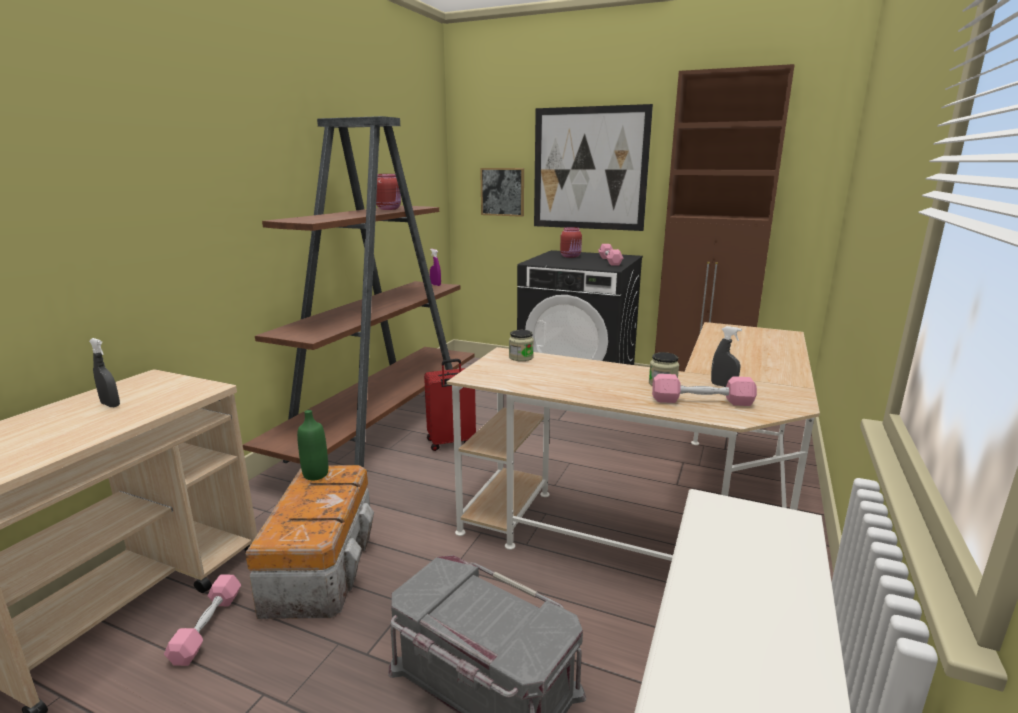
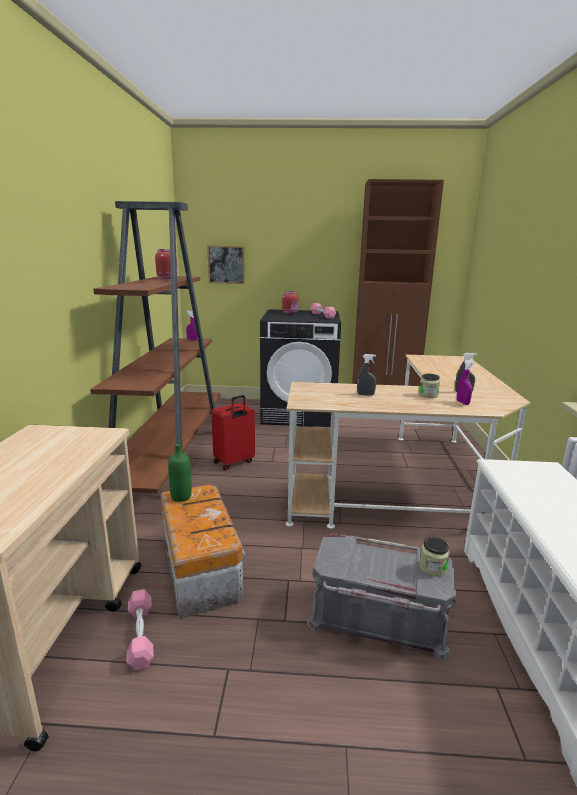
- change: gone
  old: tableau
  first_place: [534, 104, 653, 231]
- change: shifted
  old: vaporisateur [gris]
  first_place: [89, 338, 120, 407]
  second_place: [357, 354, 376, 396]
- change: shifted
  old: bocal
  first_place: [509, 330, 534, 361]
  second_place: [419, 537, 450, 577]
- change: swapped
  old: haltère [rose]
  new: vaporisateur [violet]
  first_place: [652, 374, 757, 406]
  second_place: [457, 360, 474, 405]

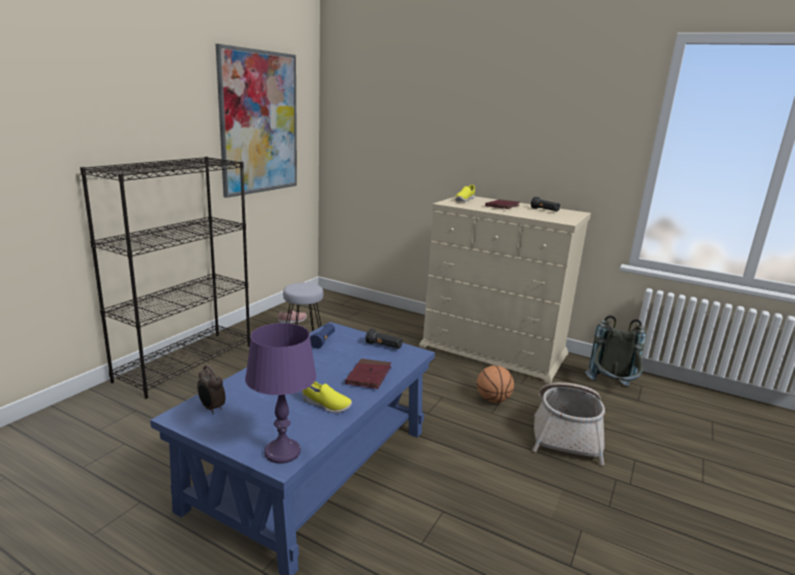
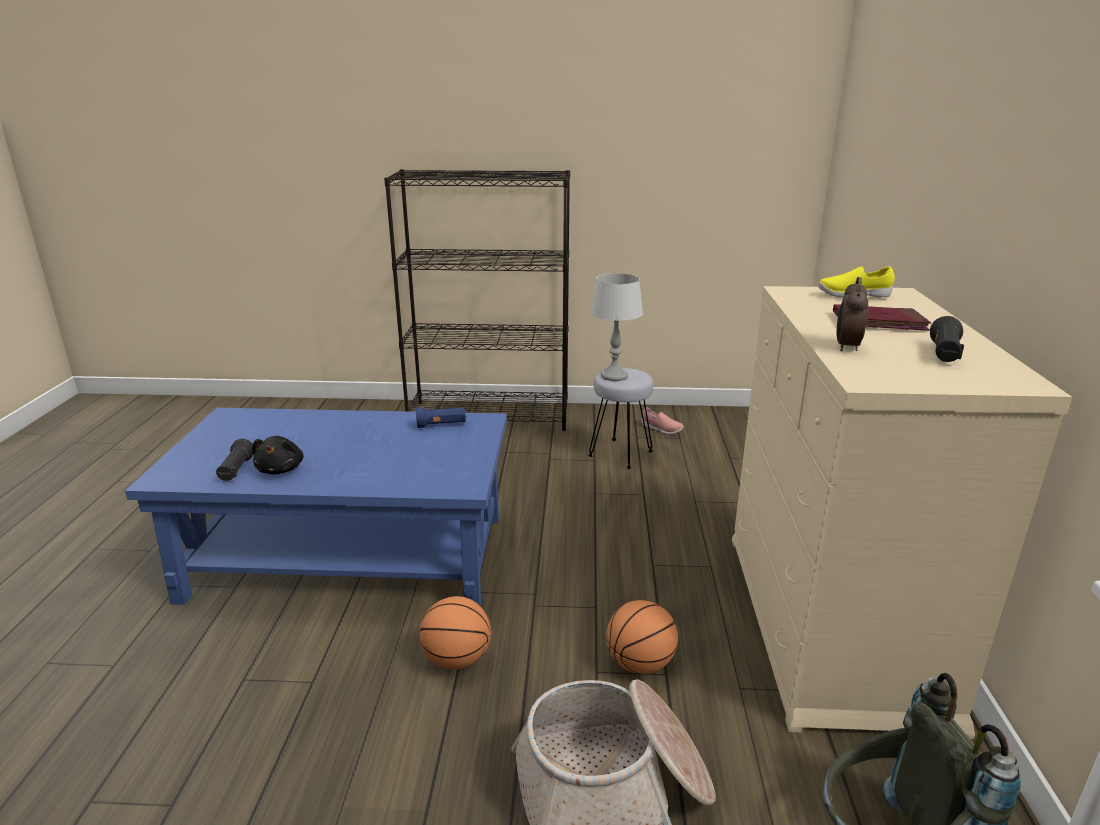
- change: gone
  old: tableau
  first_place: [216, 44, 297, 198]
- change: gone
  old: lampe de table [violet]
  first_place: [245, 323, 317, 464]
- change: gone
  old: livre [rouge]
  first_place: [345, 358, 391, 389]
- change: new
  new: ballon de basket
  second_place: [419, 596, 491, 670]
- change: new
  new: lampe de table [gris]
  second_place: [590, 273, 643, 381]
- change: shifted
  old: réveil
  first_place: [197, 365, 226, 414]
  second_place: [836, 277, 868, 351]
- change: shifted
  old: lampe de poche [noir]
  first_place: [365, 329, 403, 349]
  second_place: [216, 439, 253, 481]
- change: swapped
  old: chaussure [jaune]
  new: peluche [noir]
  first_place: [302, 381, 352, 413]
  second_place: [252, 436, 304, 475]

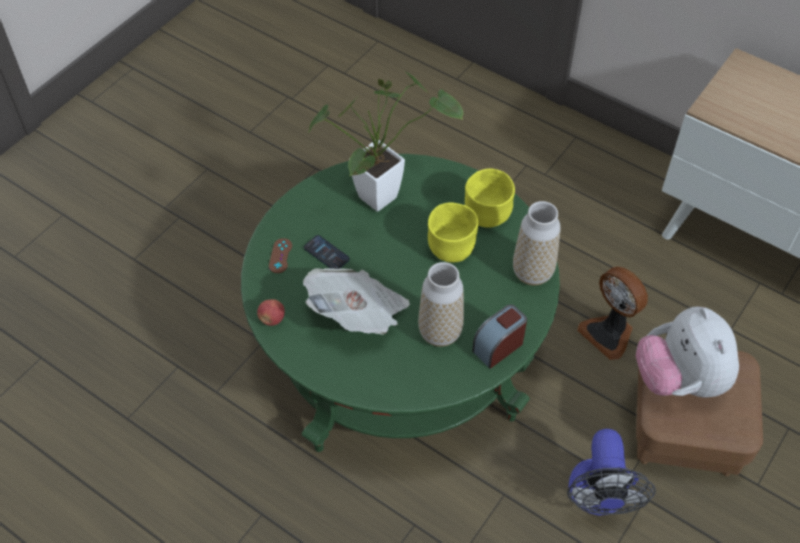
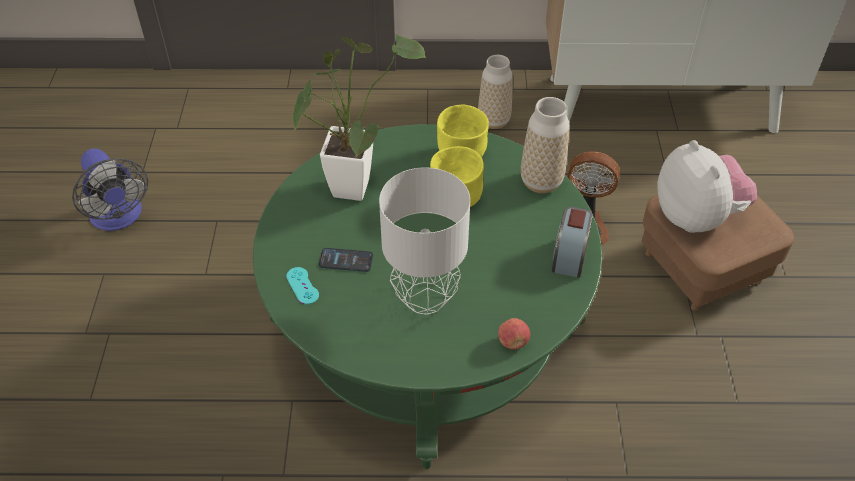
- change: shifted
  old: pomme
  first_place: [257, 299, 285, 326]
  second_place: [498, 318, 530, 350]
- change: shifted
  old: vase
  first_place: [418, 262, 464, 347]
  second_place: [478, 55, 513, 129]
- change: shifted
  old: ventilateur
  first_place: [567, 429, 656, 516]
  second_place: [72, 148, 148, 231]
- change: swapped
  old: journal
  new: lampe de table [gris]
  first_place: [303, 268, 410, 335]
  second_place: [379, 168, 470, 315]
- change: repainted
  old: manette [marron]
  new: manette [turquoise]
  first_place: [269, 238, 292, 273]
  second_place: [286, 267, 319, 304]
- change: rotated
  old: peluche
  first_place: [636, 306, 739, 398]
  second_place: [657, 140, 757, 233]
  degrees: -150

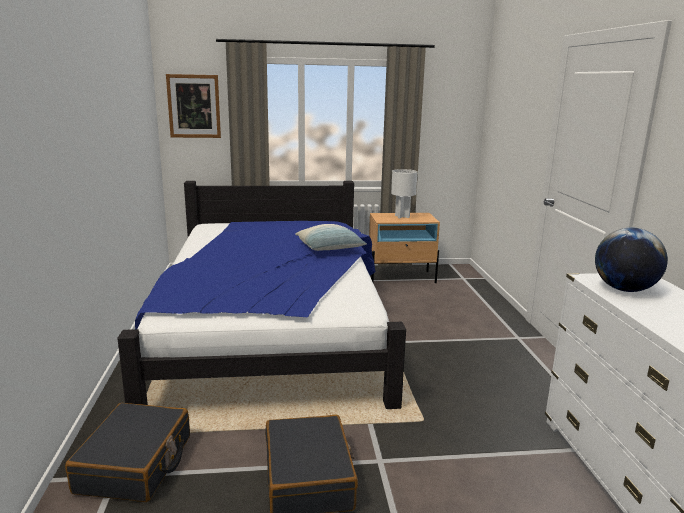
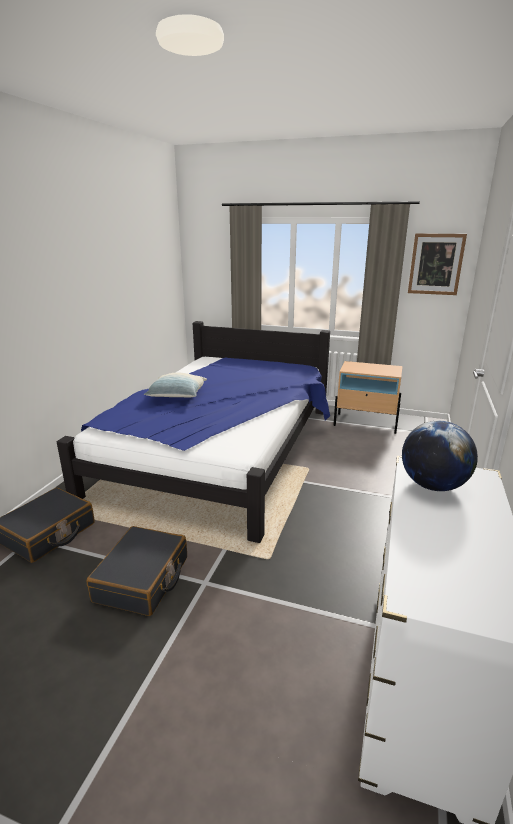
- change: gone
  old: lampe de table [blanc]
  first_place: [391, 169, 417, 218]
- change: shifted
  old: tableau
  first_place: [166, 74, 221, 138]
  second_place: [408, 233, 467, 295]
- change: shifted
  old: coussin
  first_place: [295, 224, 367, 251]
  second_place: [144, 373, 207, 398]

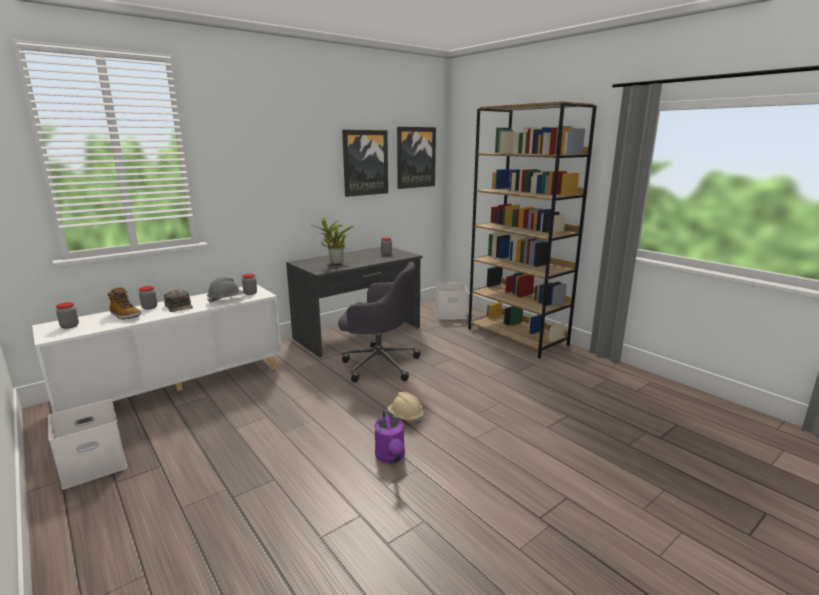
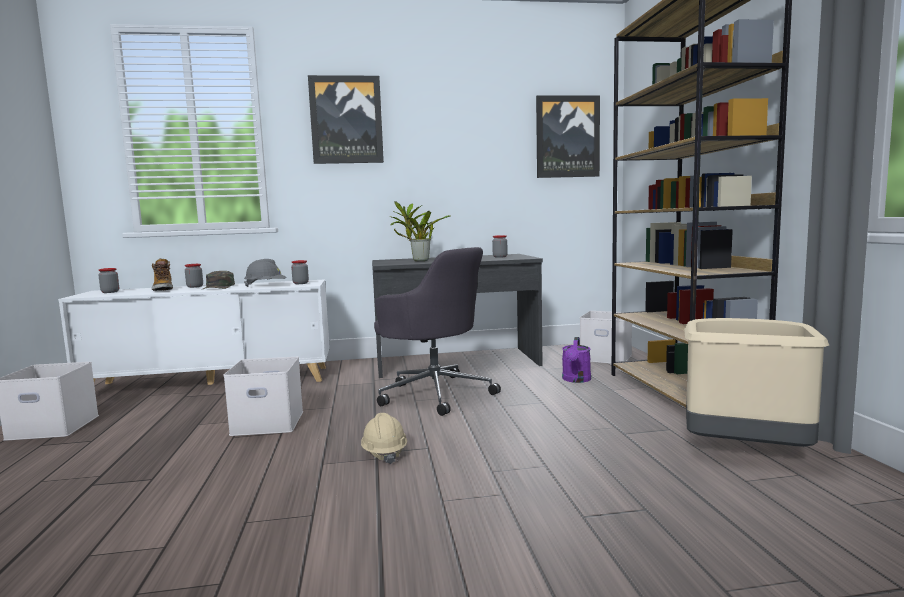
- change: new
  new: boîte de rangement [blanc]
  second_place: [224, 357, 303, 436]
- change: new
  new: poubelle [beige]
  second_place: [684, 318, 829, 447]
- change: shifted
  old: tableau
  first_place: [342, 130, 388, 197]
  second_place: [308, 75, 384, 164]
- change: shifted
  old: arrosoir [violet]
  first_place: [374, 409, 405, 463]
  second_place: [562, 337, 591, 383]

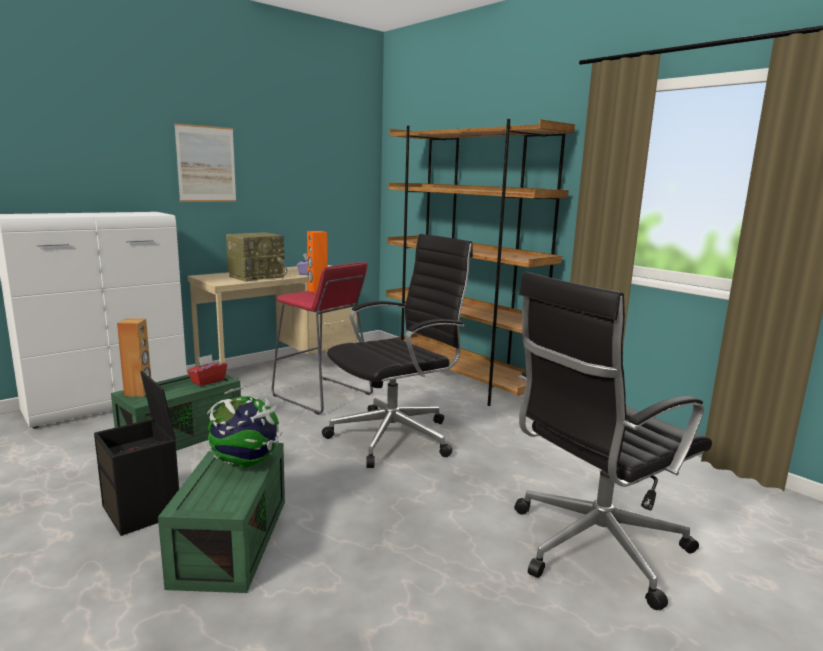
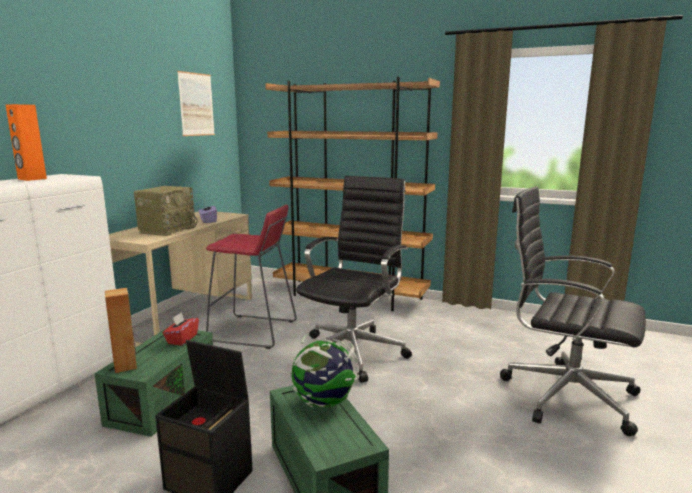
- change: shifted
  old: tableau
  first_place: [174, 123, 236, 202]
  second_place: [177, 71, 215, 136]
- change: shifted
  old: enceinte [orange]
  first_place: [307, 231, 328, 293]
  second_place: [6, 104, 47, 181]
- change: rotated
  old: chaise de bureau [noir]
  first_place: [514, 272, 712, 610]
  second_place: [500, 186, 646, 436]
  degrees: 90

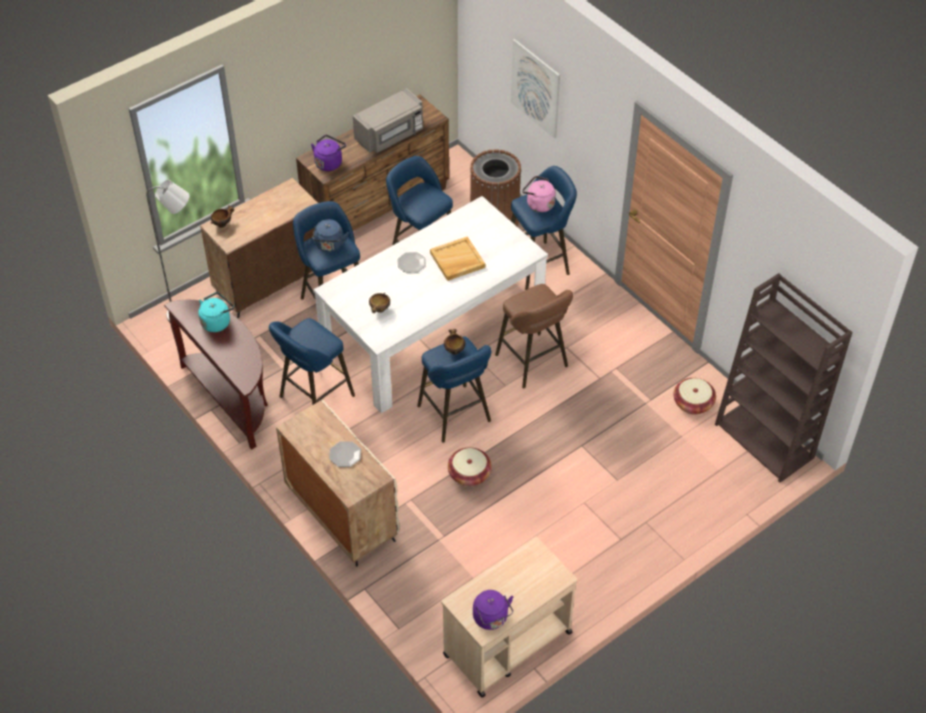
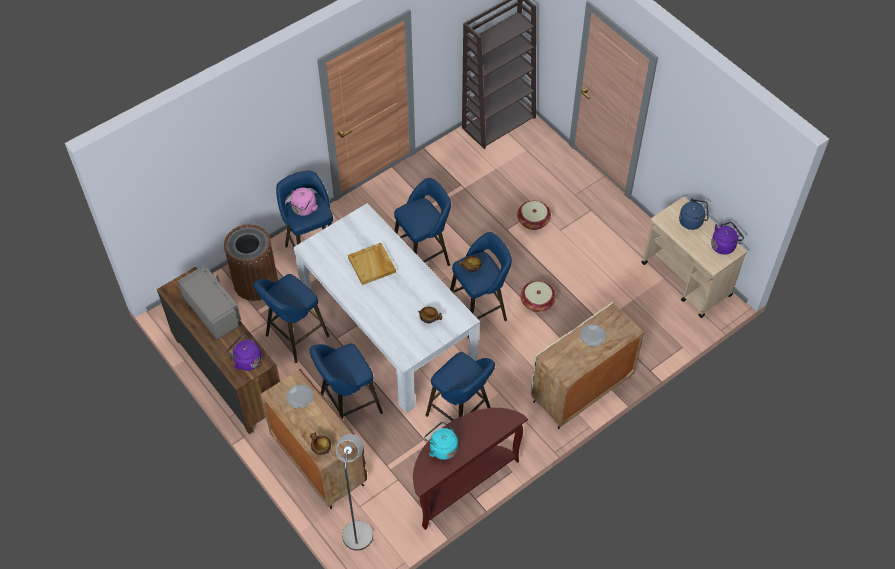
- change: gone
  old: tableau
  first_place: [511, 39, 560, 139]
- change: shifted
  old: bouilloire [bleu]
  first_place: [313, 219, 349, 252]
  second_place: [679, 198, 708, 230]
- change: shifted
  old: assiette
  first_place: [397, 252, 426, 273]
  second_place: [286, 385, 313, 408]
- change: shifted
  old: panier
  first_place: [673, 378, 716, 415]
  second_place: [517, 201, 551, 230]
- change: repainted
  old: tabouret [marron]
  new: tabouret [bleu]
  first_place: [495, 284, 573, 388]
  second_place: [394, 178, 451, 266]

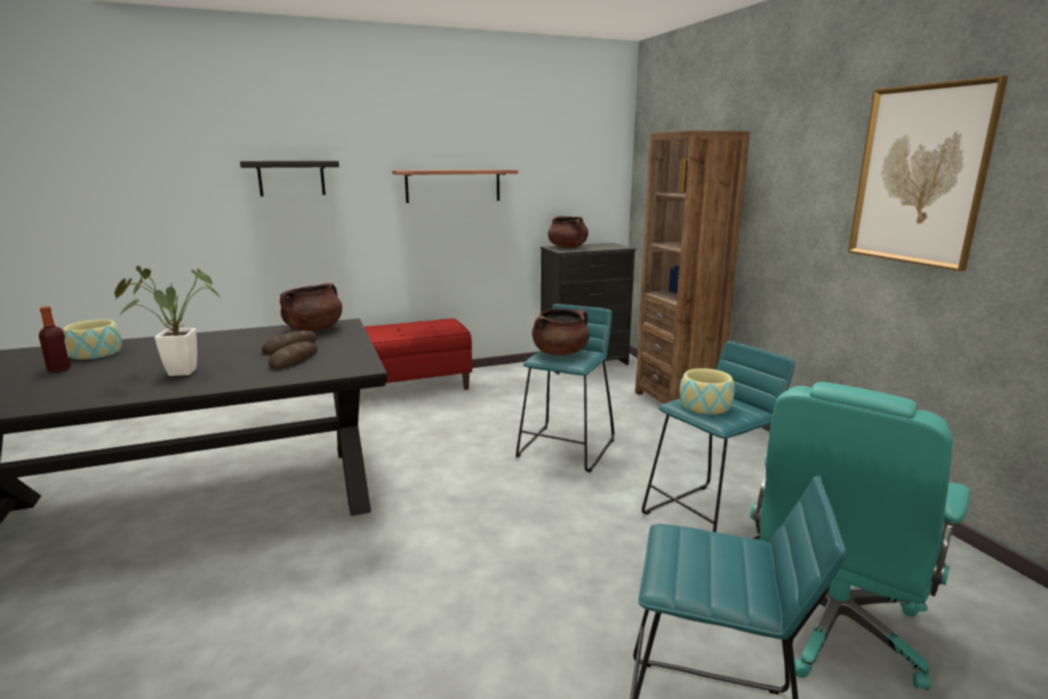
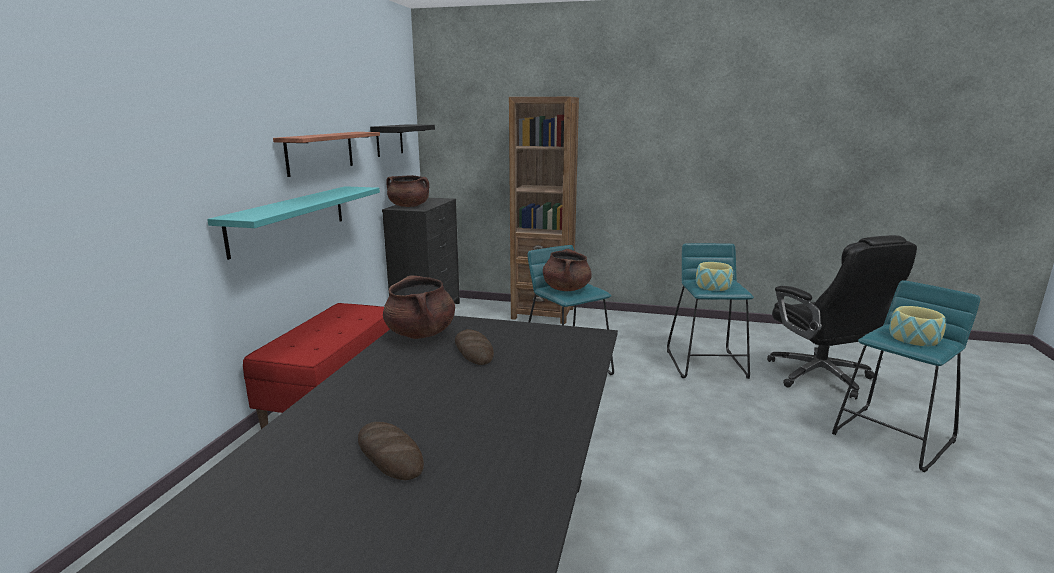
- change: gone
  old: bouteille
  first_place: [39, 306, 71, 372]
- change: gone
  old: plante en pot
  first_place: [114, 266, 220, 376]
- change: gone
  old: tableau
  first_place: [848, 75, 1008, 271]
- change: new
  new: étagère [turquoise]
  second_place: [207, 186, 380, 260]
- change: shifted
  old: bol
  first_place: [63, 319, 122, 359]
  second_place: [890, 306, 946, 346]
- change: shifted
  old: étagère [noir]
  first_place: [240, 161, 339, 196]
  second_place: [370, 125, 435, 157]
- change: shifted
  old: pain
  first_place: [268, 341, 318, 369]
  second_place: [358, 422, 424, 480]
- change: repainted
  old: chaise de bureau [turquoise]
  new: chaise de bureau [noir]
  first_place: [750, 382, 971, 691]
  second_place: [767, 235, 917, 400]

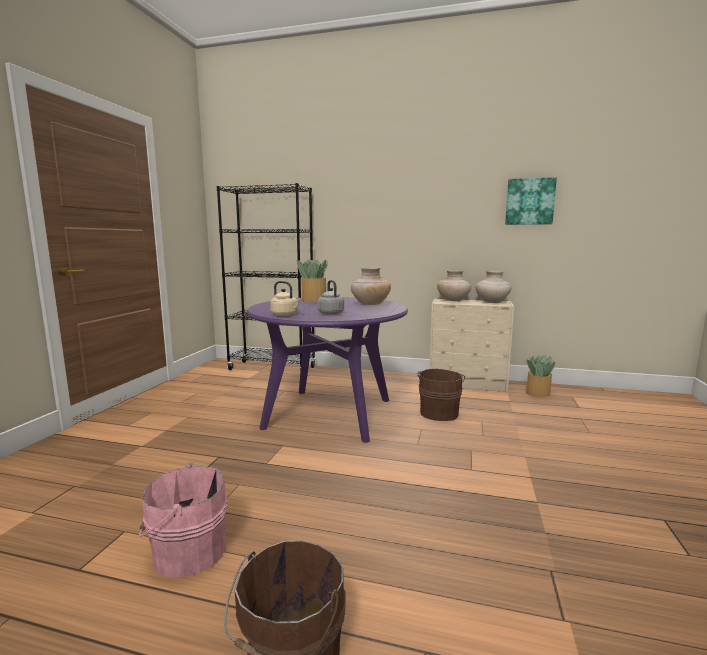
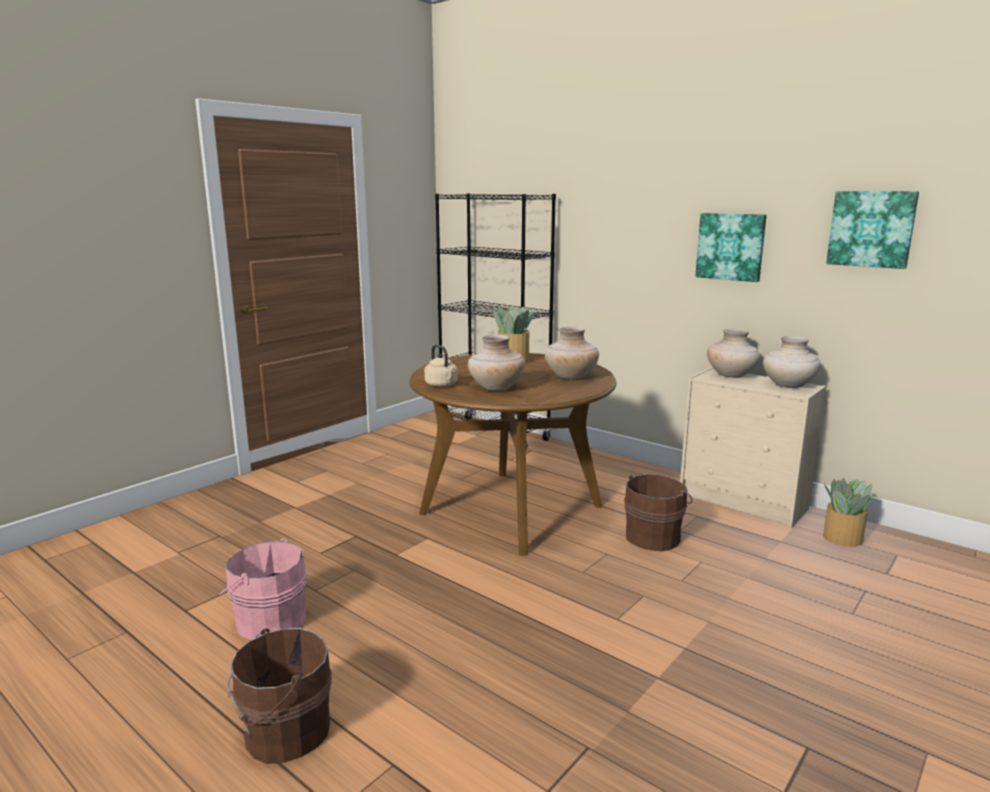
- change: new
  new: tableau
  second_place: [695, 213, 767, 282]
- change: swapped
  old: bouilloire [gris]
  new: vase [beige]
  first_place: [317, 280, 344, 315]
  second_place: [468, 335, 525, 391]
- change: repainted
  old: table à manger [violet]
  new: table à manger [marron]
  first_place: [247, 297, 408, 443]
  second_place: [409, 353, 617, 556]

